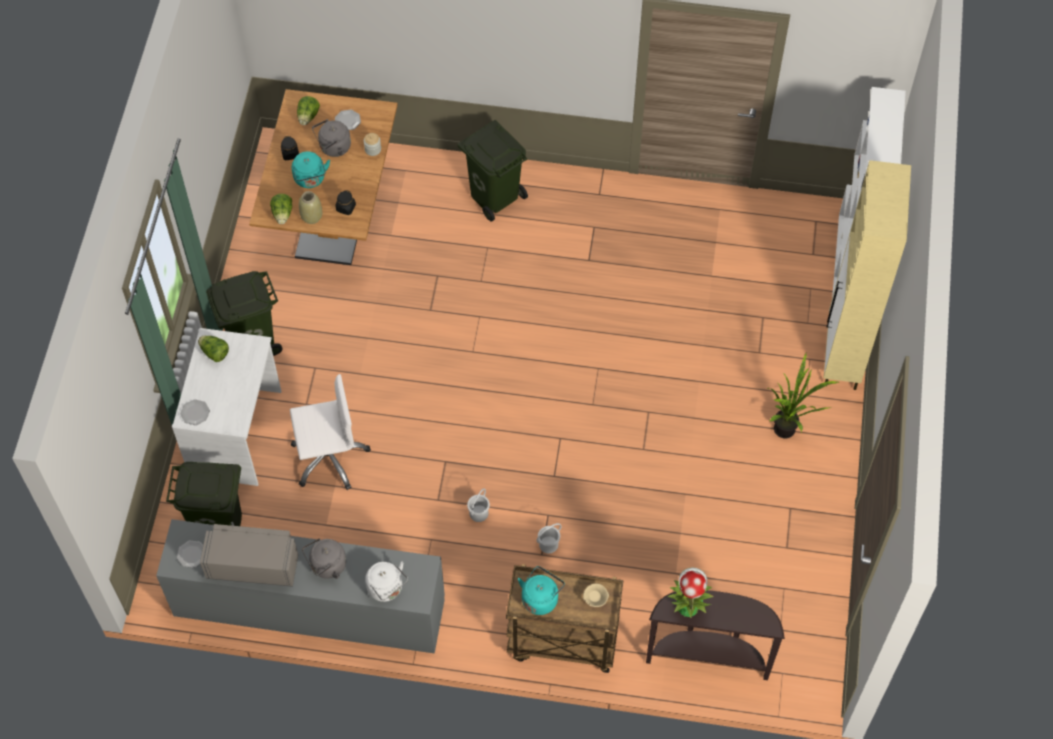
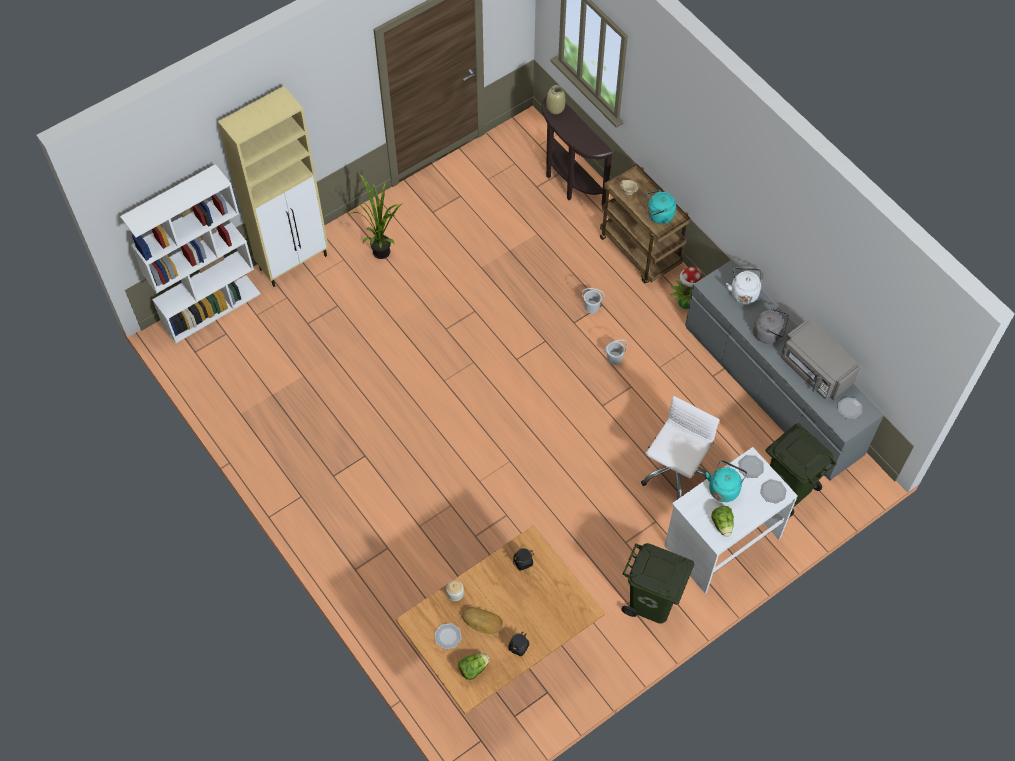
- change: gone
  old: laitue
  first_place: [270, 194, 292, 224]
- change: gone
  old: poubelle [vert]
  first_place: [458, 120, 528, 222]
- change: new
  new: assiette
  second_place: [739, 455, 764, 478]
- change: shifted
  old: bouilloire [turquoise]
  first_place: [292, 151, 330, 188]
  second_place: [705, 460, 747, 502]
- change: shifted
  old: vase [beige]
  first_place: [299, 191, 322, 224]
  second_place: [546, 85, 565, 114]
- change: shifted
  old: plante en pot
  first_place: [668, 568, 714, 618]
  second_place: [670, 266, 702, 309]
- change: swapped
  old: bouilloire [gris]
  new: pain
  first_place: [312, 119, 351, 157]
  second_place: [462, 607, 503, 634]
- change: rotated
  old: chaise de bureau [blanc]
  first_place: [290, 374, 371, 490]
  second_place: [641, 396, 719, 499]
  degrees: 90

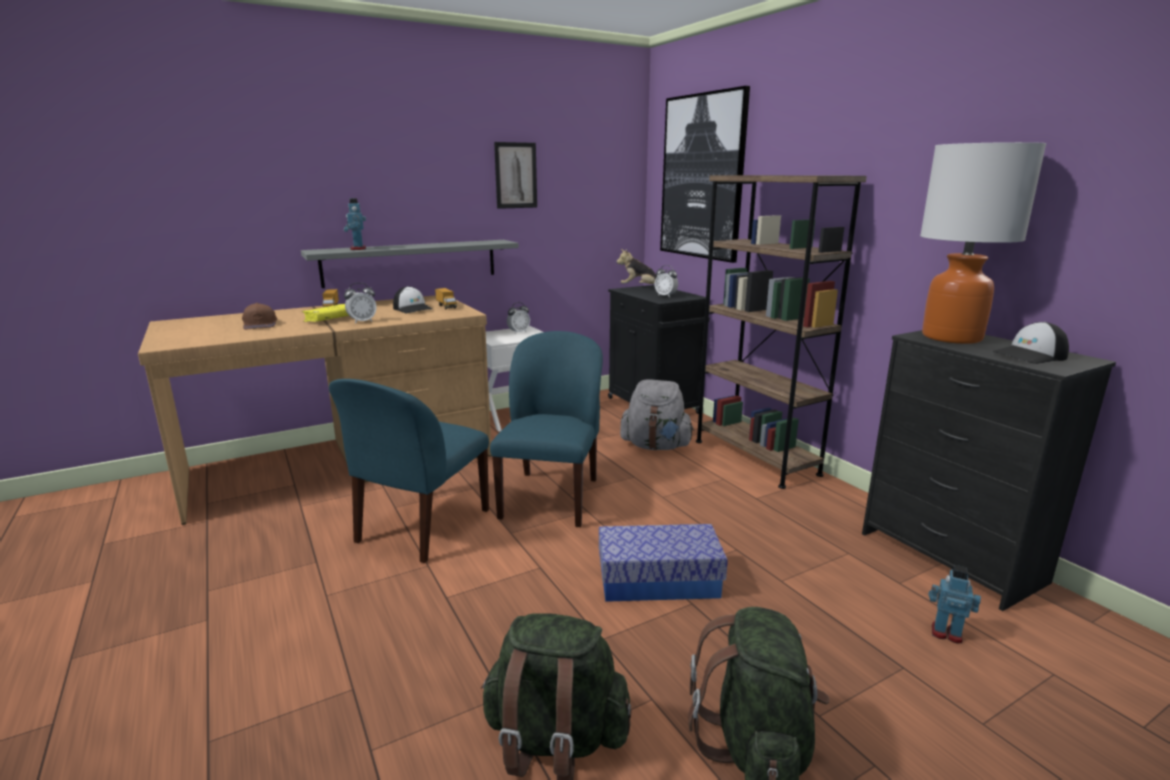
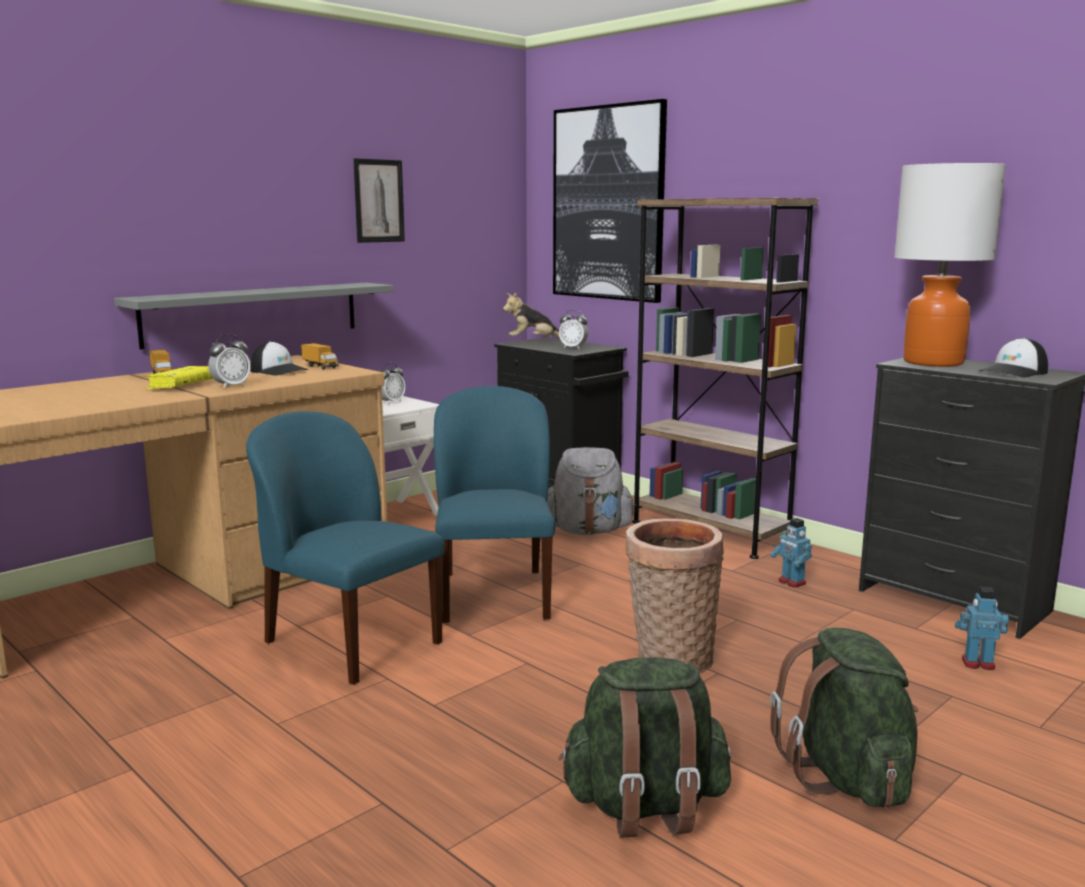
- change: gone
  old: casquette [marron]
  first_place: [242, 303, 277, 330]
- change: shifted
  old: robot jouet
  first_place: [344, 198, 366, 250]
  second_place: [770, 518, 812, 588]
- change: swapped
  old: boîte de rangement
  new: panier
  first_place: [599, 524, 728, 602]
  second_place: [626, 519, 724, 673]
- change: rotated
  old: chaise [bleu]
  first_place: [329, 379, 489, 563]
  second_place: [246, 411, 445, 685]
  degrees: 120

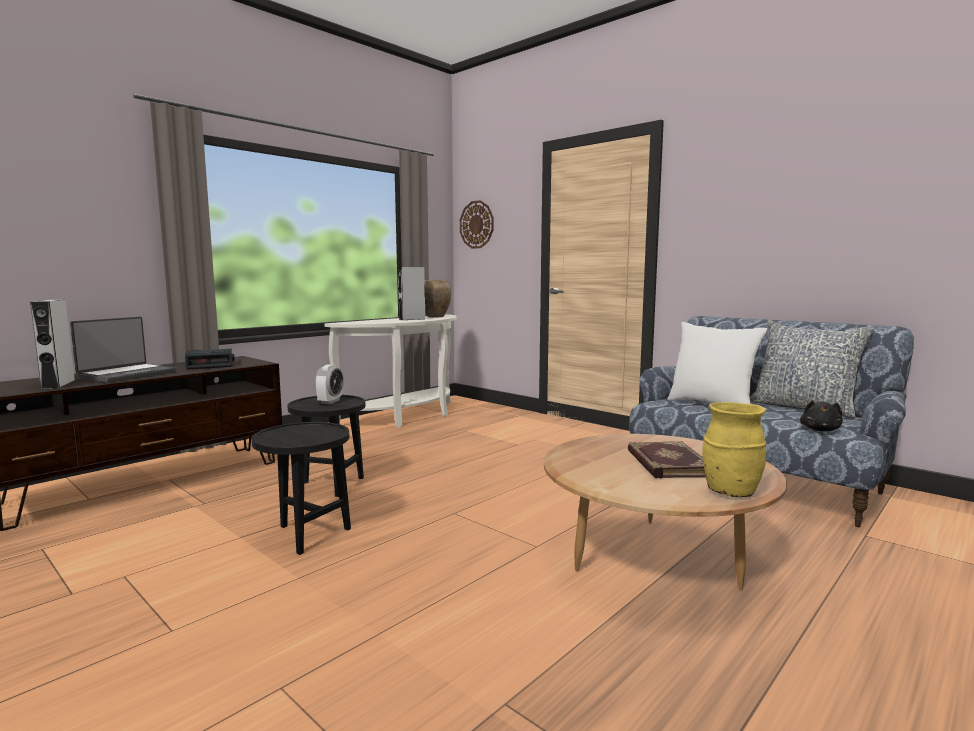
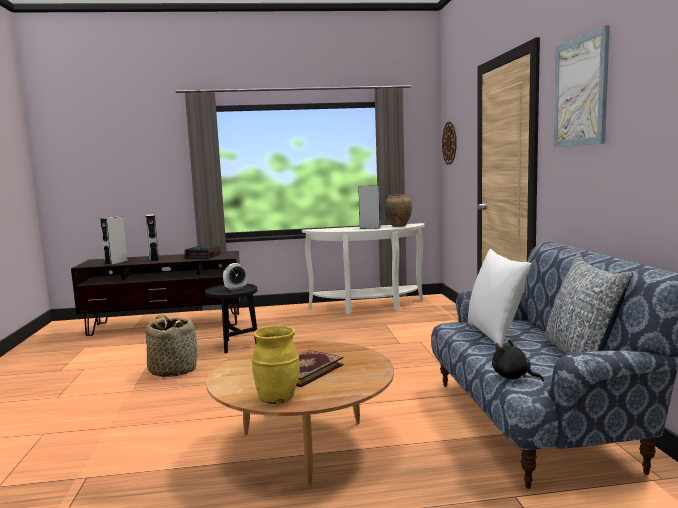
- change: new
  new: tableau
  second_place: [553, 25, 610, 148]
- change: swapped
  old: ordinateur portable
  new: enceinte [gris]
  first_place: [70, 317, 176, 383]
  second_place: [145, 214, 159, 262]
- change: swapped
  old: table d'appoint [noir]
  new: panier
  first_place: [251, 422, 351, 555]
  second_place: [146, 315, 197, 377]
- change: rotated
  old: peluche [noir]
  first_place: [800, 400, 843, 431]
  second_place: [492, 340, 544, 382]
  degrees: 75

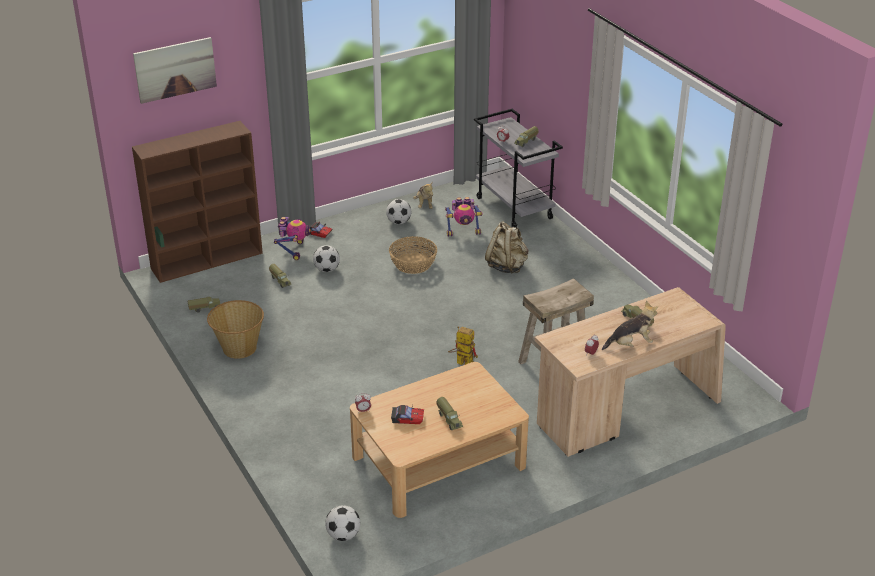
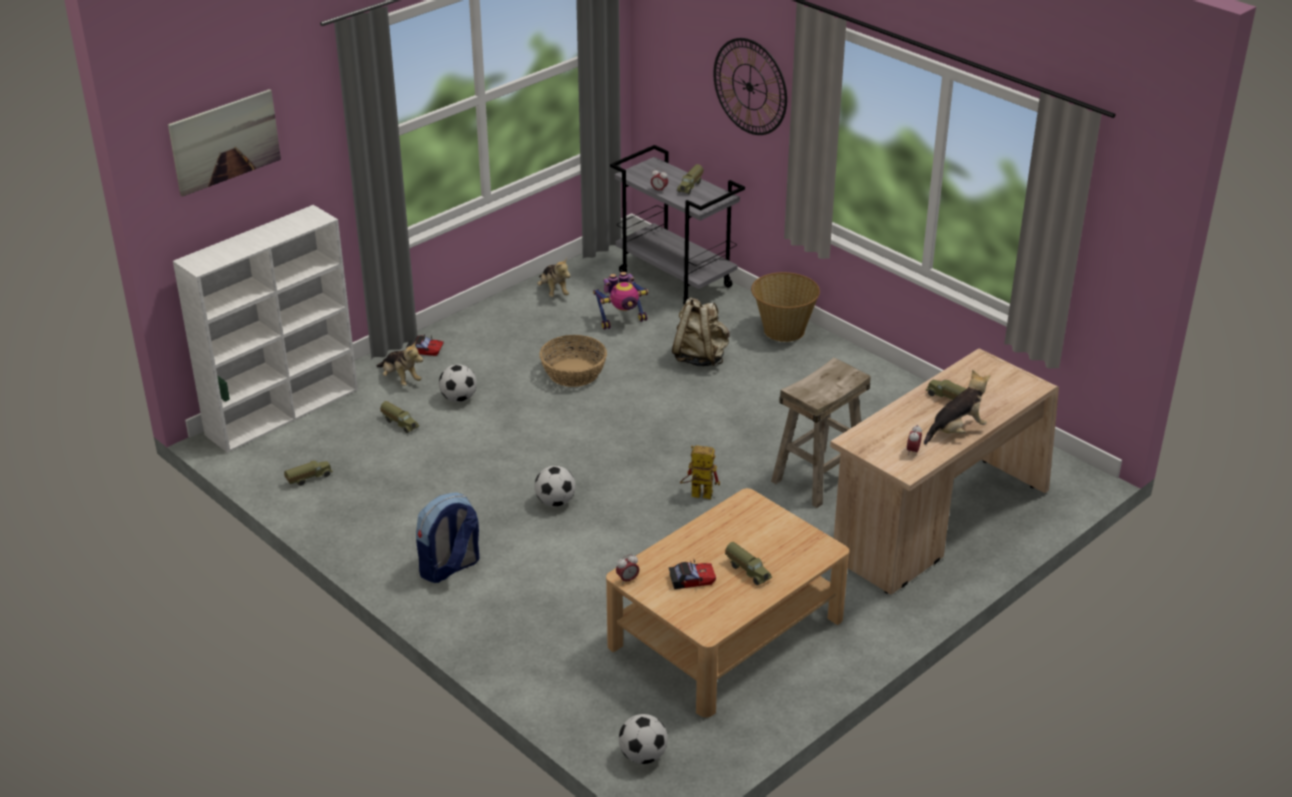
- change: new
  new: sac à dos
  second_place: [416, 492, 479, 583]
- change: new
  new: horloge murale
  second_place: [714, 38, 787, 135]
- change: shifted
  old: panier
  first_place: [207, 300, 264, 359]
  second_place: [751, 272, 820, 342]
- change: shifted
  old: ballon de foot
  first_place: [386, 199, 411, 224]
  second_place: [535, 466, 576, 507]
- change: swapped
  old: robot jouet
  new: peluche
  first_place: [274, 217, 311, 260]
  second_place: [376, 340, 423, 386]
- change: repainted
  old: bibliothèque [marron]
  new: bibliothèque [blanc]
  first_place: [132, 121, 263, 283]
  second_place: [173, 205, 358, 453]

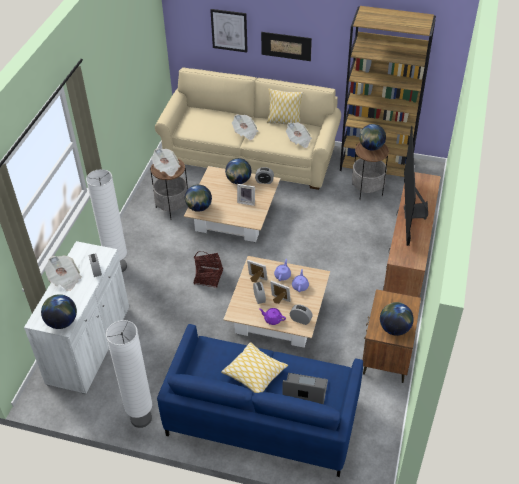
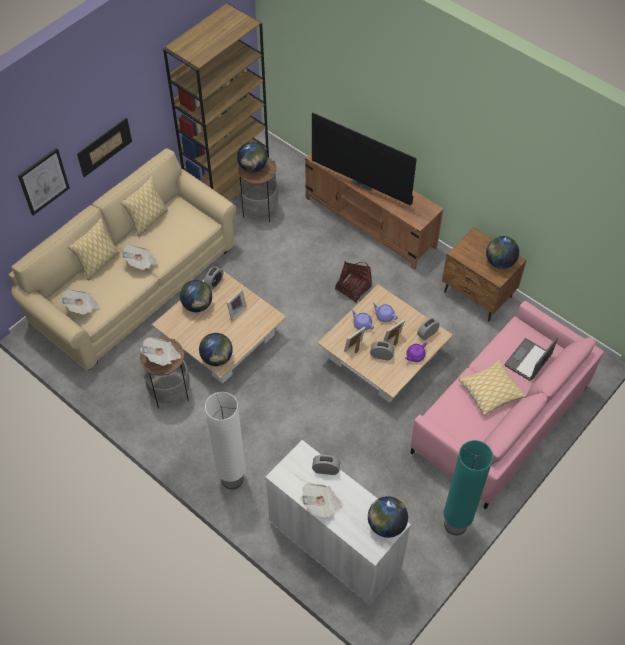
- change: new
  new: coussin
  second_place: [68, 218, 120, 281]
- change: shifted
  old: panier
  first_place: [194, 251, 223, 288]
  second_place: [335, 261, 372, 303]
- change: shifted
  old: journal
  first_place: [286, 122, 312, 148]
  second_place: [60, 289, 100, 315]
- change: repainted
  old: lampadaire [blanc]
  new: lampadaire [turquoise]
  first_place: [106, 320, 152, 428]
  second_place: [443, 440, 493, 535]
- change: repainted
  old: canapé [bleu]
  new: canapé [rose]
  first_place: [157, 324, 363, 477]
  second_place: [410, 301, 604, 509]

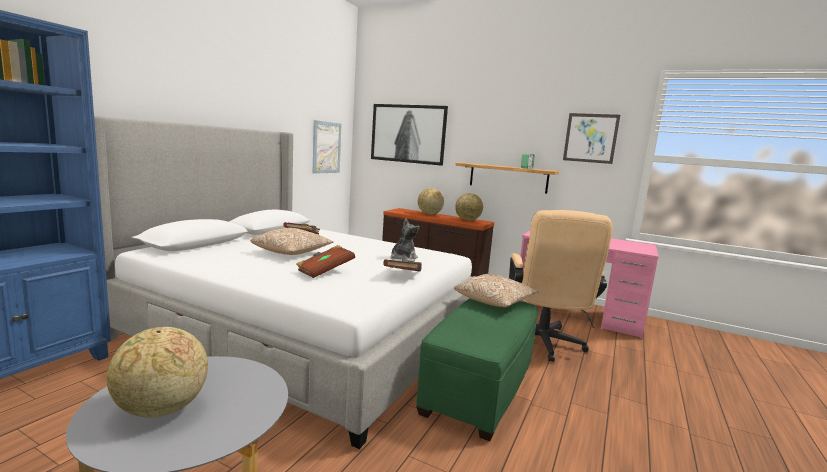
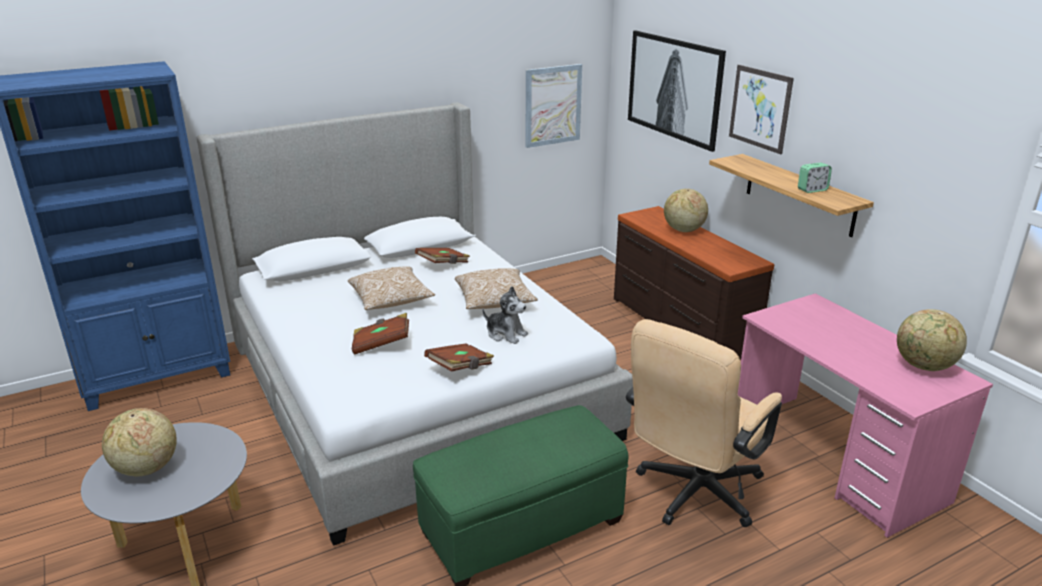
- change: shifted
  old: coussin
  first_place: [454, 274, 538, 307]
  second_place: [455, 268, 538, 309]
- change: shifted
  old: globe
  first_place: [455, 193, 483, 221]
  second_place: [897, 309, 967, 371]
- change: shifted
  old: tableau
  first_place: [563, 113, 620, 164]
  second_place: [729, 65, 794, 154]
- change: rotated
  old: peluche
  first_place: [390, 218, 420, 262]
  second_place: [482, 286, 528, 344]
  degrees: 60

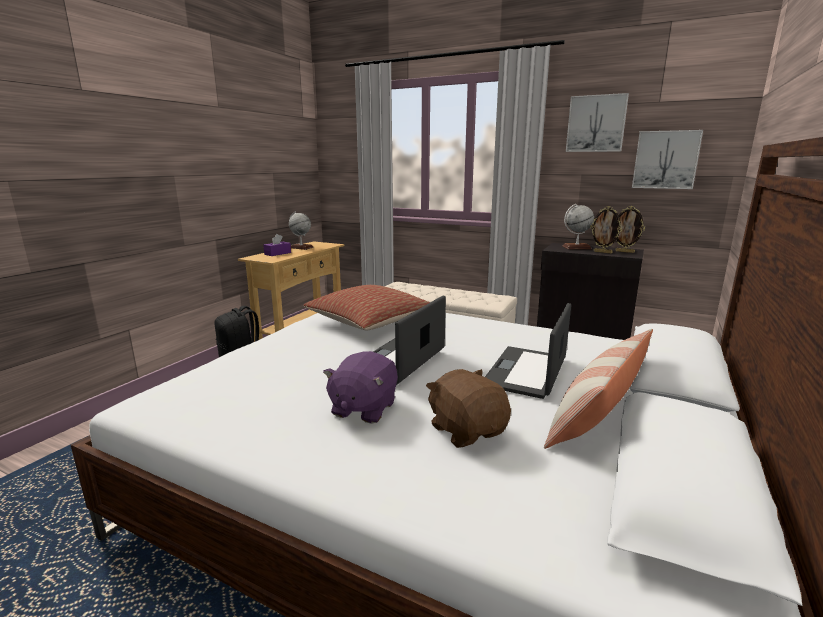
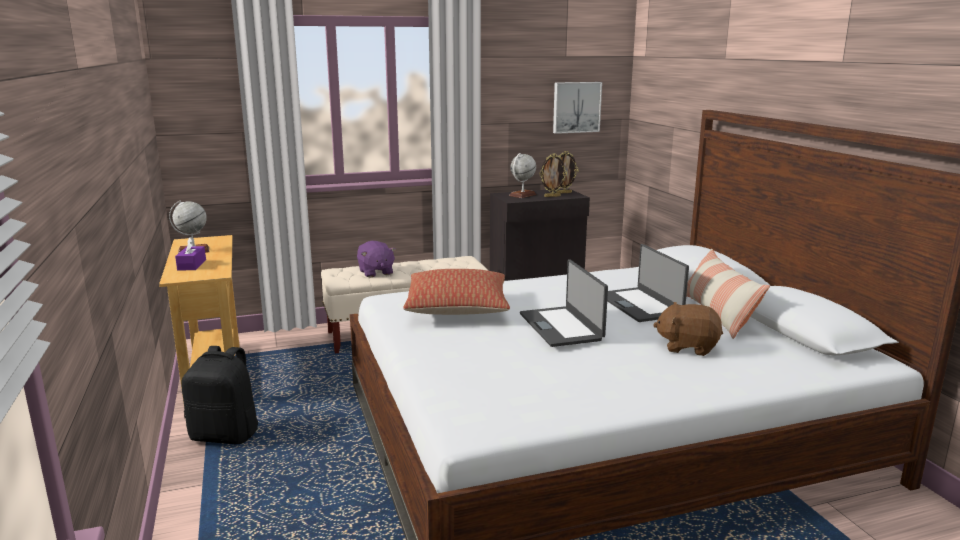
- change: gone
  old: tableau
  first_place: [566, 93, 629, 152]
- change: shifted
  old: peluche [violet]
  first_place: [323, 351, 398, 424]
  second_place: [357, 241, 396, 277]

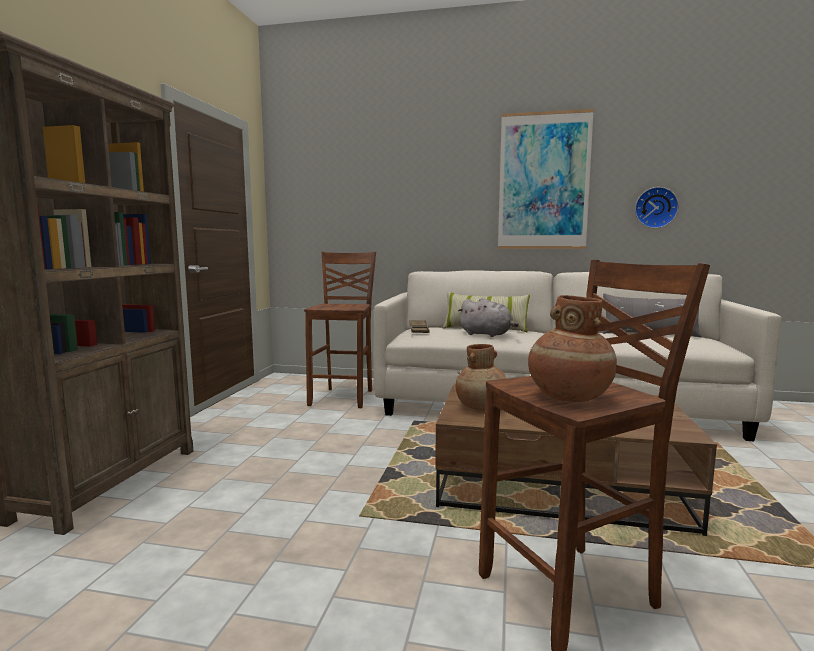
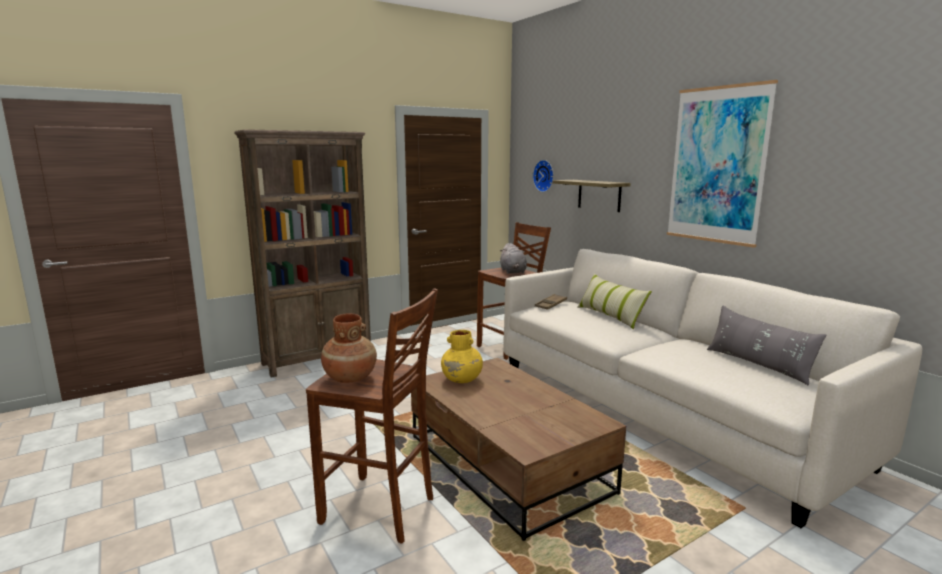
- change: new
  new: étagère
  second_place: [552, 180, 631, 212]
- change: shifted
  old: peluche [gris]
  first_place: [458, 298, 519, 337]
  second_place: [500, 243, 527, 274]
- change: shifted
  old: horloge murale
  first_place: [635, 187, 679, 228]
  second_place: [533, 160, 554, 192]
- change: repainted
  old: vase [marron]
  new: vase [jaune]
  first_place: [456, 344, 507, 411]
  second_place: [441, 330, 483, 383]

